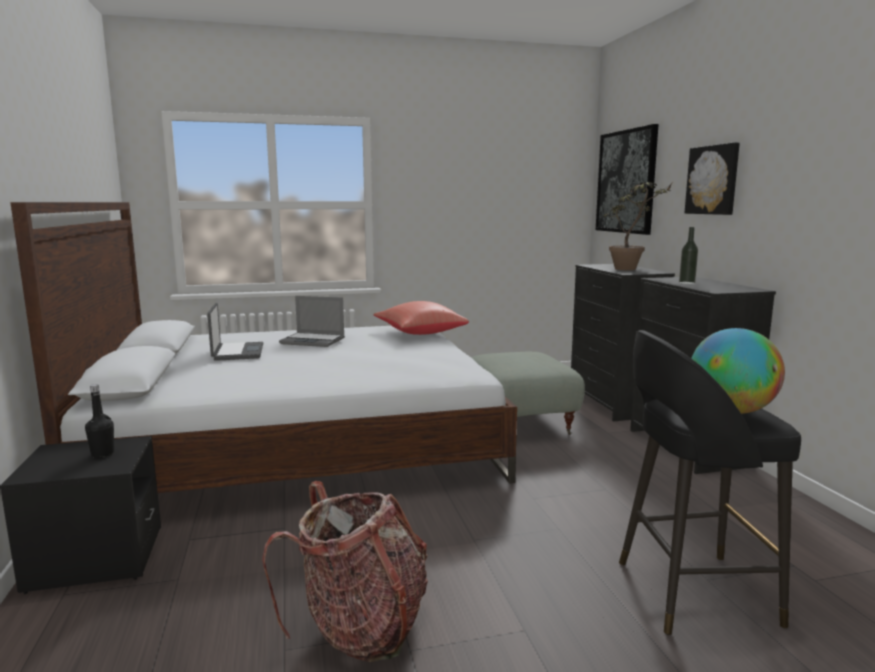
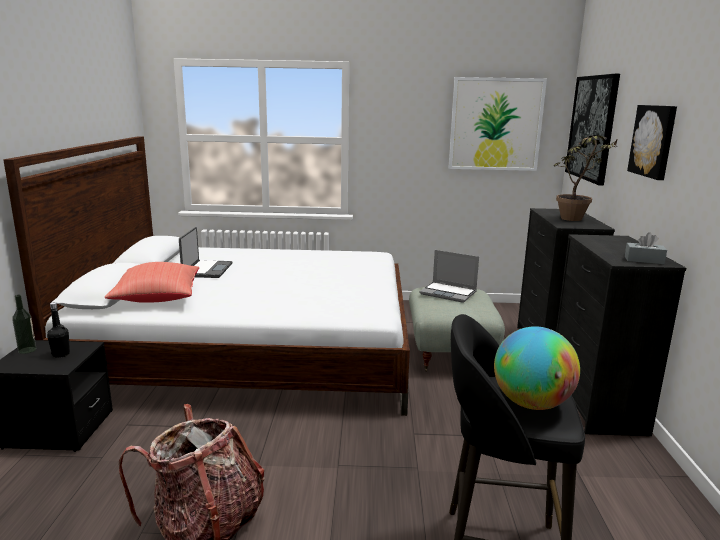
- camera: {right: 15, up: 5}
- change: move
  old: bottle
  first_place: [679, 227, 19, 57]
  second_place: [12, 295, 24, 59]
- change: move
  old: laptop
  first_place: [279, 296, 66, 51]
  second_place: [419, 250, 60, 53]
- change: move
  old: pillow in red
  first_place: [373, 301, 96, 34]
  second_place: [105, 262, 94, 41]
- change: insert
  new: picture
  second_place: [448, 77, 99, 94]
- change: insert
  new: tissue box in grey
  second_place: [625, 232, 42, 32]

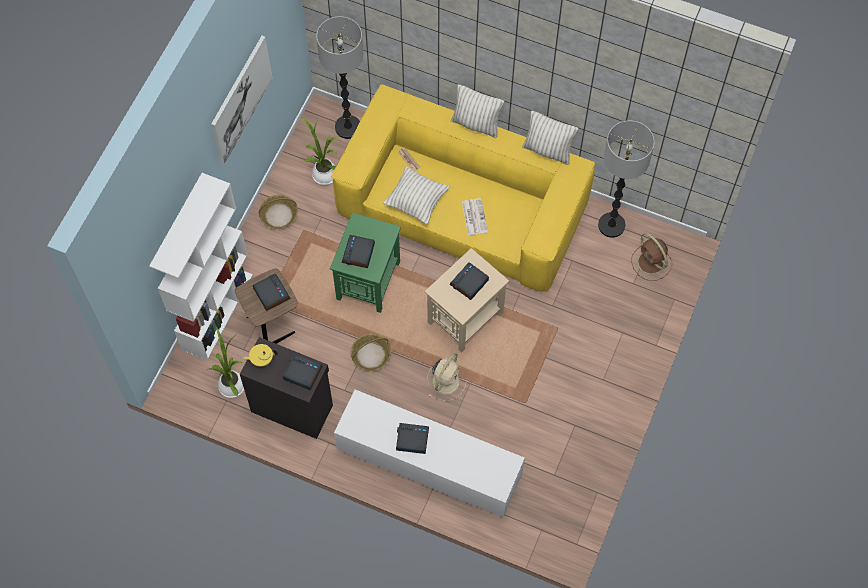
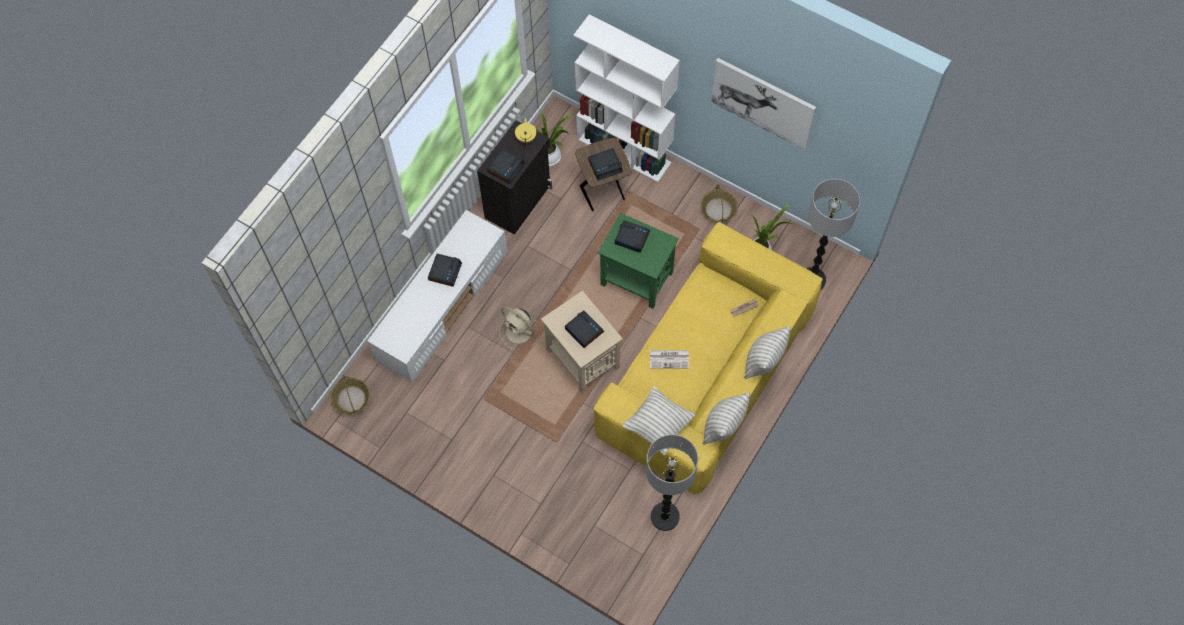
- camera: {right: 100, up: 0}
- change: move
  old: pillow
  first_place: [383, 166, 67, 59]
  second_place: [622, 386, 73, 69]
- change: delete
  old: fan in brown
  first_place: [631, 233, 41, 48]
- change: move
  old: basket
  first_place: [351, 334, 40, 37]
  second_place: [330, 375, 40, 40]

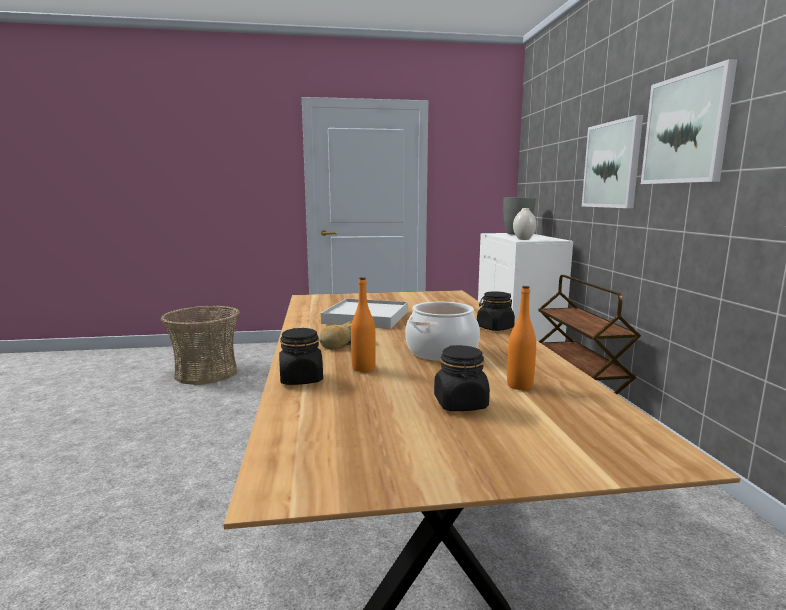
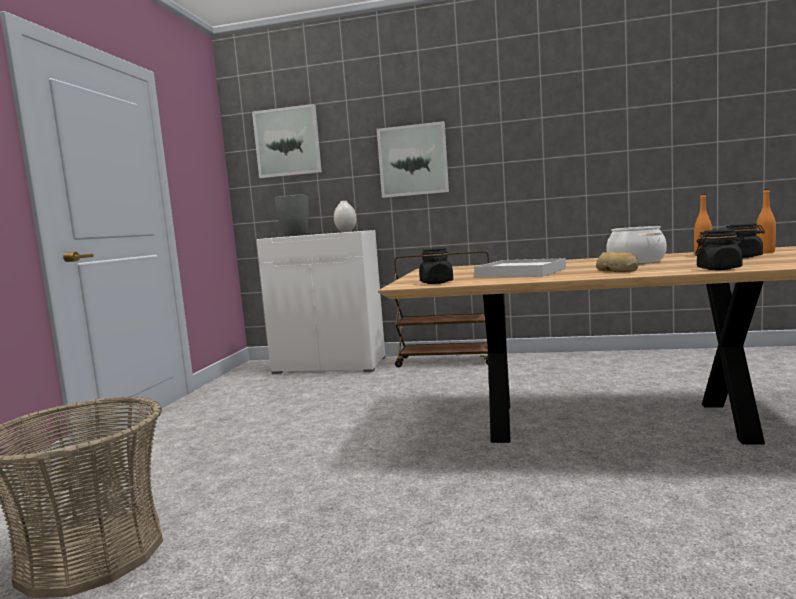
- camera: {right: -70, up: -5}
- change: move
  old: picture
  first_place: [641, 59, 96, 125]
  second_place: [252, 104, 70, 74]
- change: move
  old: bottle in orange
  first_place: [351, 277, 25, 95]
  second_place: [756, 189, 20, 64]
- change: move
  old: jar in black
  first_place: [477, 291, 38, 40]
  second_place: [419, 248, 34, 36]

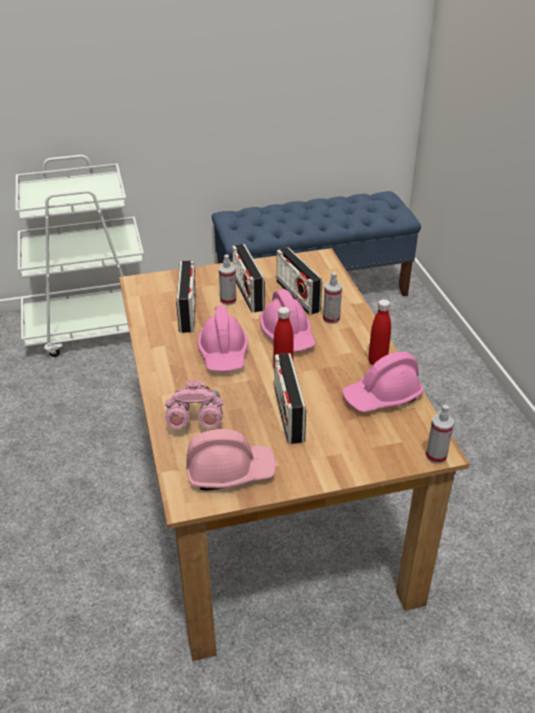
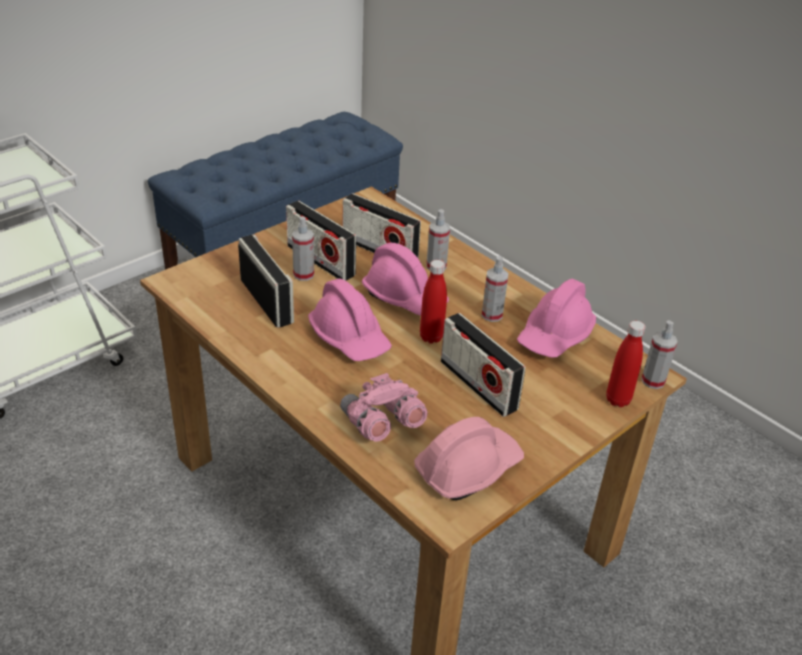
- camera: {right: -30, up: 0}
- change: move
  old: bottle in red
  first_place: [368, 299, 23, 66]
  second_place: [606, 321, 40, 86]
- change: insert
  new: spray bottle
  second_place: [482, 256, 26, 66]

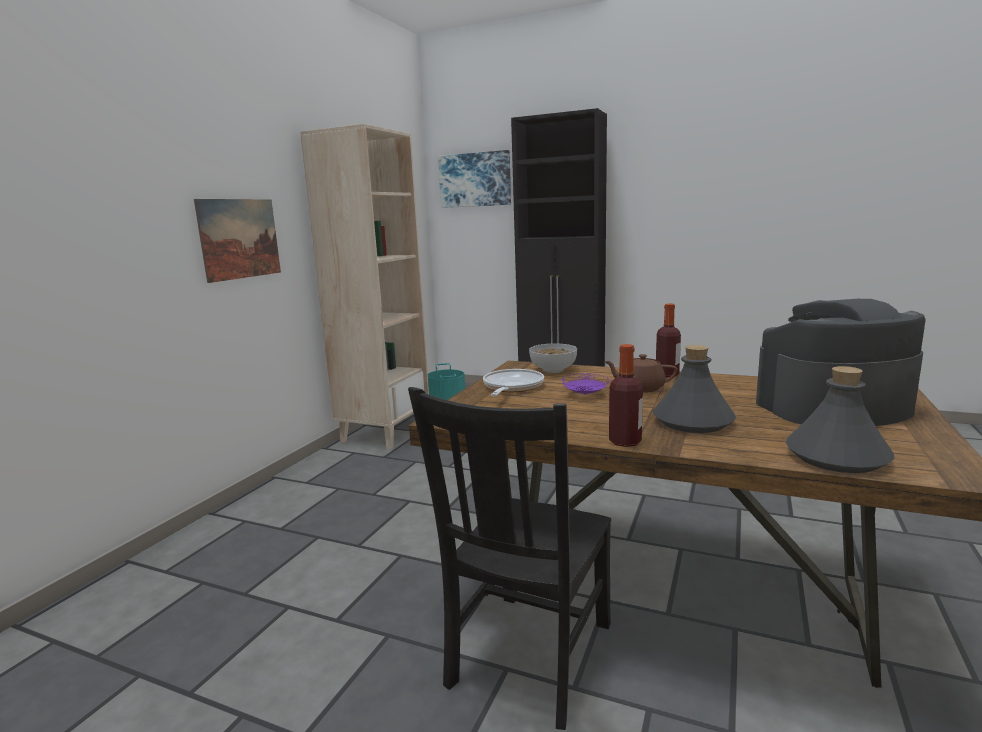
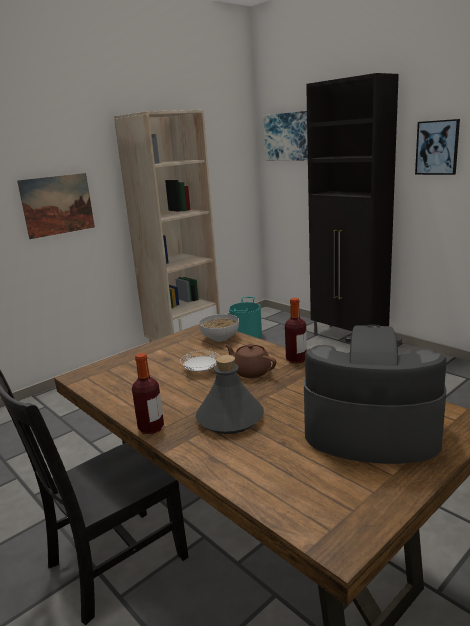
- camera: {right: 25, up: 5}
- change: delete
  old: bottle in grey
  first_place: [786, 366, 108, 107]
- change: delete
  old: frying pan
  first_place: [483, 369, 61, 27]
- change: recolor
  old: plate in purple
  new: plate in white
  first_place: [562, 373, 47, 22]
  second_place: [180, 351, 38, 21]
- change: insert
  new: picture
  second_place: [415, 119, 45, 56]

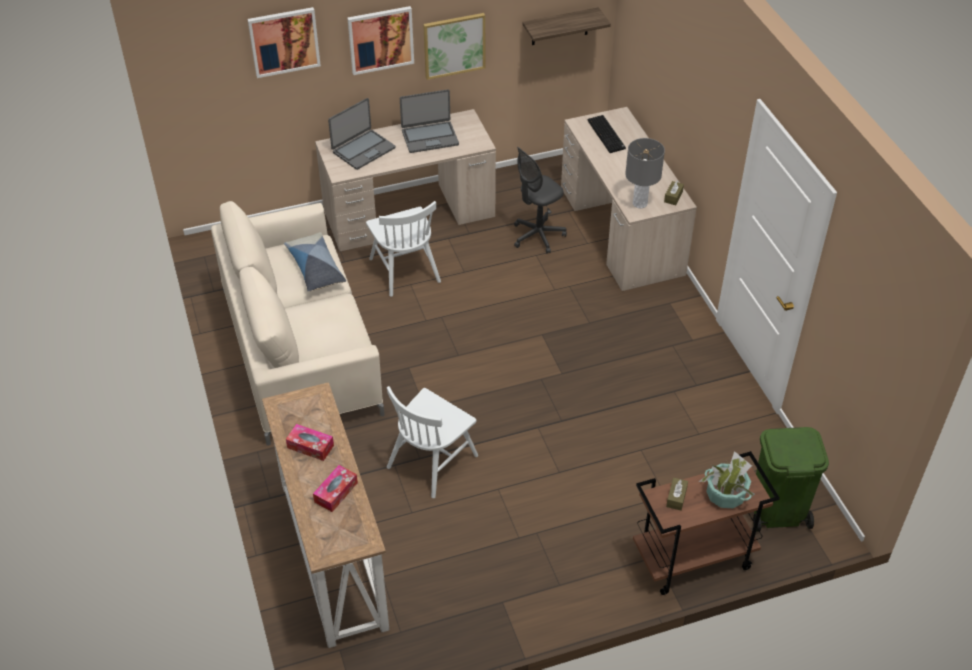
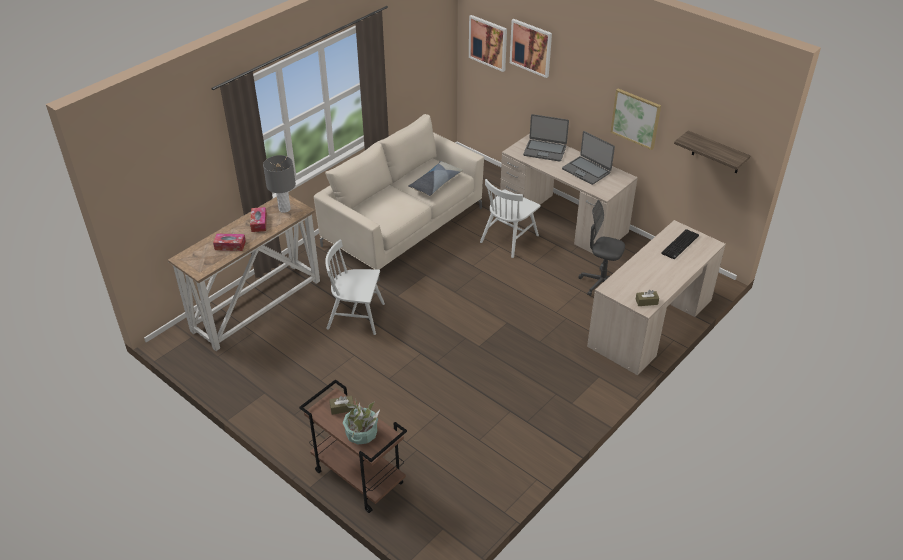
- camera: {right: 60, up: -5}
- change: move
  old: picture
  first_place: [347, 6, 67, 69]
  second_place: [469, 15, 38, 57]
- change: move
  old: table lamp in grey
  first_place: [625, 138, 40, 71]
  second_place: [263, 155, 33, 58]
- change: delete
  old: trash can in green
  first_place: [753, 427, 76, 105]

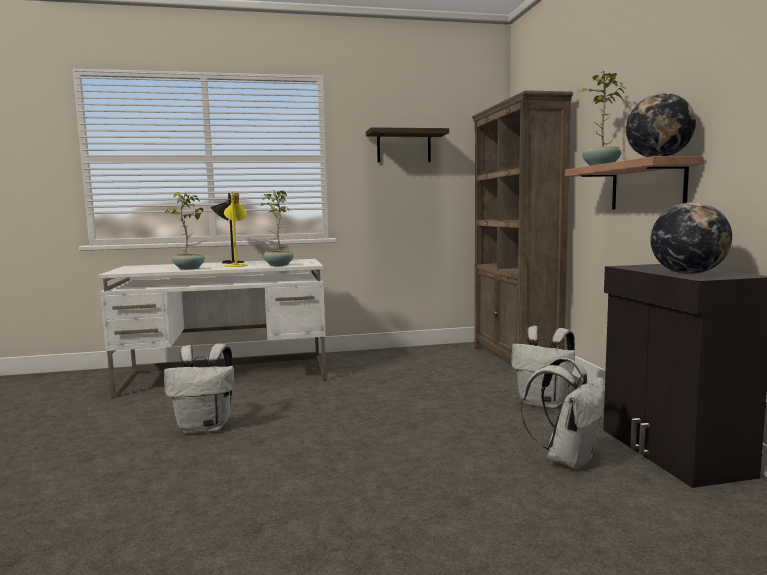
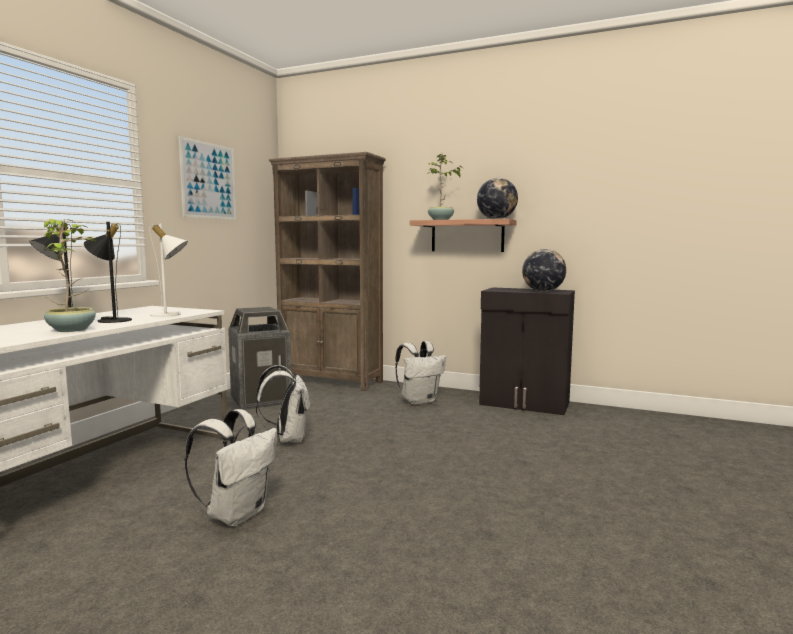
- camera: {right: -55, up: 0}
- change: replace
  old: shelf
  new: picture
  first_place: [366, 127, 83, 35]
  second_place: [179, 136, 57, 84]
- change: replace
  old: potted plant
  new: table lamp in white
  first_place: [260, 190, 34, 76]
  second_place: [149, 223, 39, 94]
- change: recolor
  old: table lamp in yellow
  new: table lamp in black
  first_place: [224, 192, 24, 75]
  second_place: [84, 222, 48, 101]
- change: move
  old: backpack in white
  first_place: [521, 358, 84, 112]
  second_place: [256, 365, 54, 78]
- change: insert
  new: trash can
  second_place: [228, 307, 63, 103]

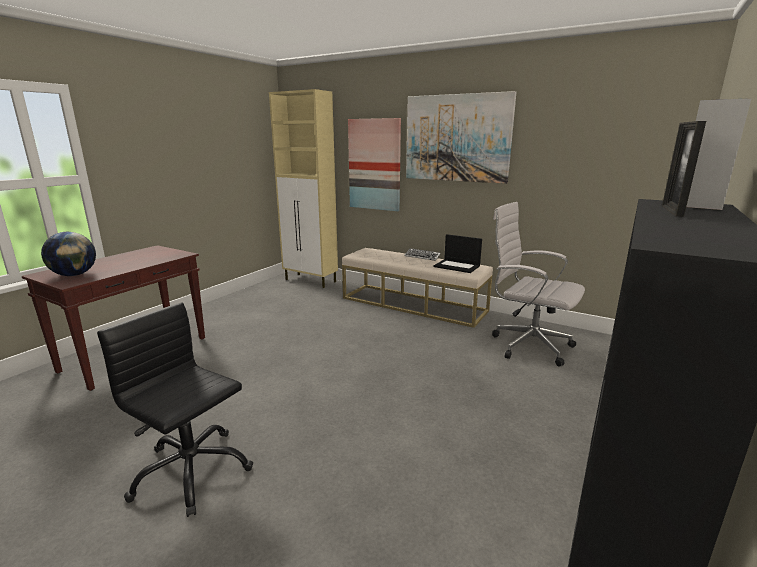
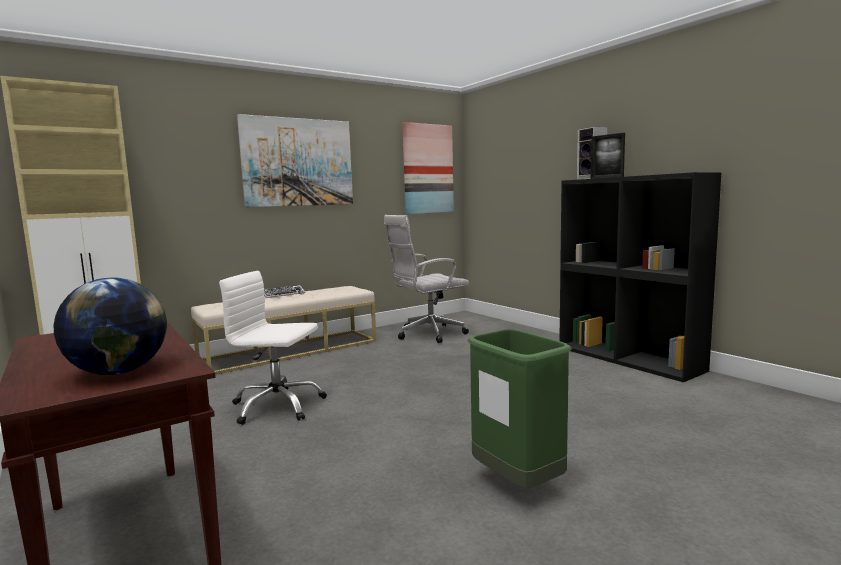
- camera: {right: -65, up: -10}
- change: move
  old: picture
  first_place: [348, 118, 53, 93]
  second_place: [402, 122, 52, 92]
- change: delete
  old: laptop
  first_place: [433, 234, 49, 39]
- change: replace
  old: office chair in black
  new: trash can in green
  first_place: [97, 302, 156, 215]
  second_place: [468, 329, 104, 160]
- change: insert
  new: office chair in white
  second_place: [219, 271, 108, 154]

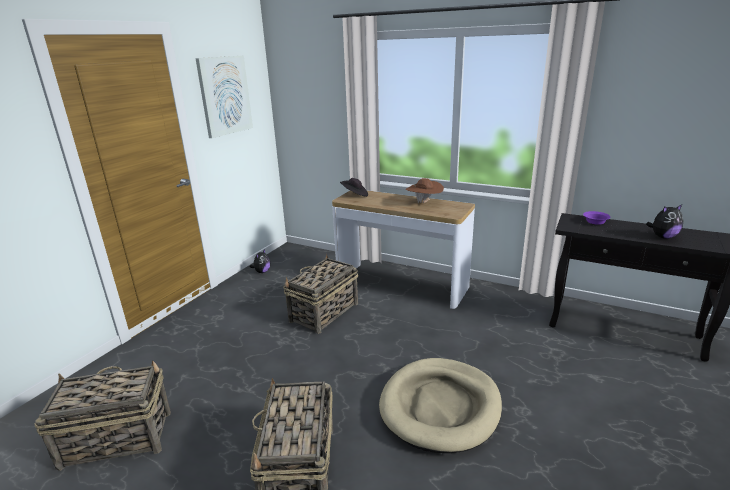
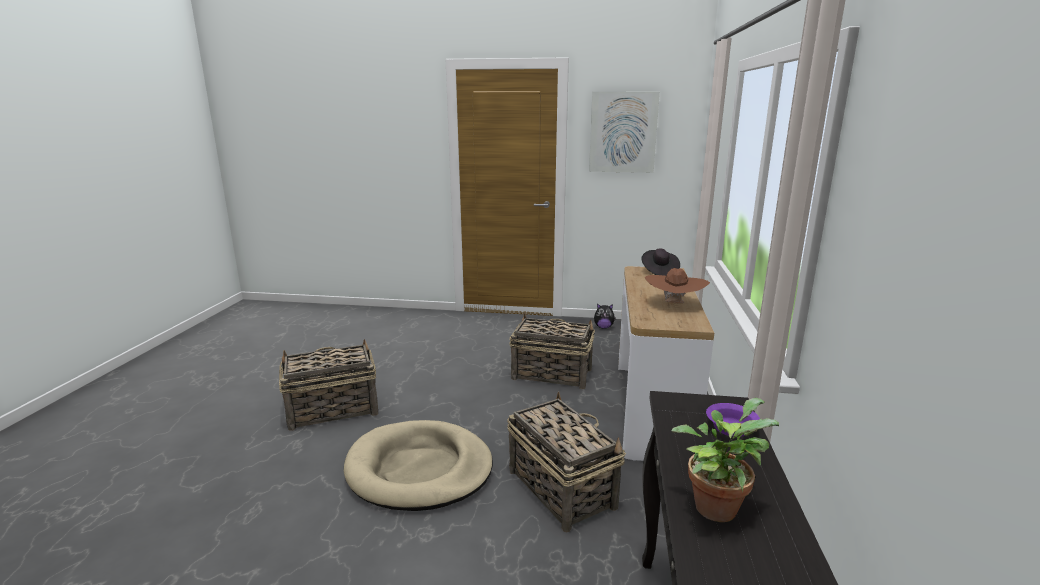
- camera: {right: 70, up: -5}
- change: replace
  old: plush toy
  new: potted plant
  first_place: [646, 204, 37, 35]
  second_place: [672, 398, 107, 124]
- change: move
  old: basket
  first_place: [34, 360, 137, 111]
  second_place: [507, 392, 119, 140]

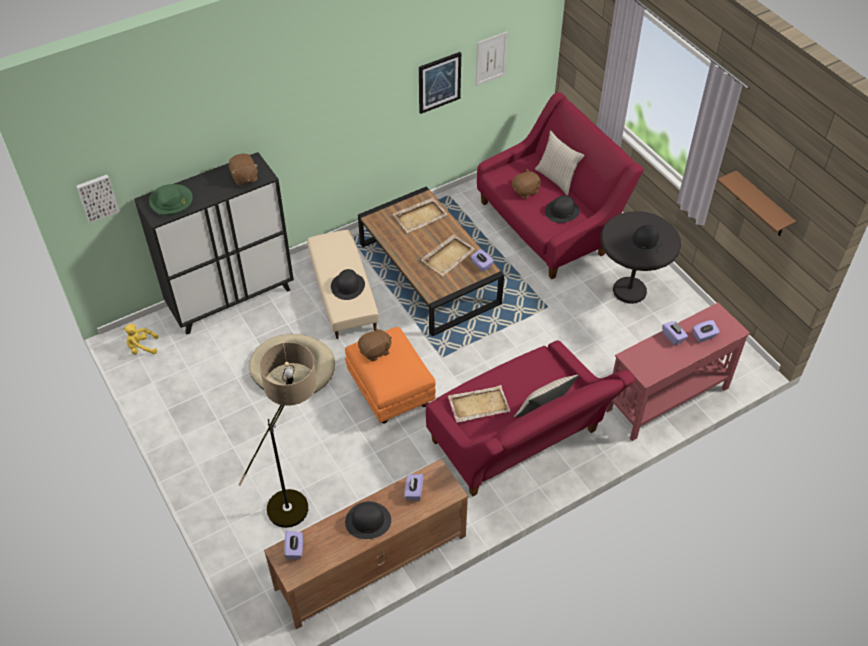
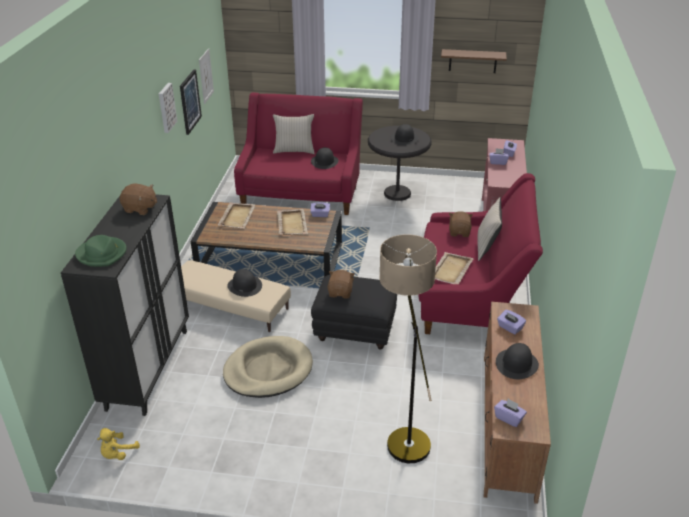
- camera: {right: -50, up: -15}
- change: move
  old: plush toy in brown
  first_place: [512, 169, 29, 30]
  second_place: [449, 211, 24, 26]
- change: move
  old: picture
  first_place: [76, 175, 44, 48]
  second_place: [159, 83, 18, 50]
- change: recolor
  old: ottoman in orange
  new: ottoman in black
  first_place: [345, 327, 91, 97]
  second_place: [311, 275, 86, 75]

